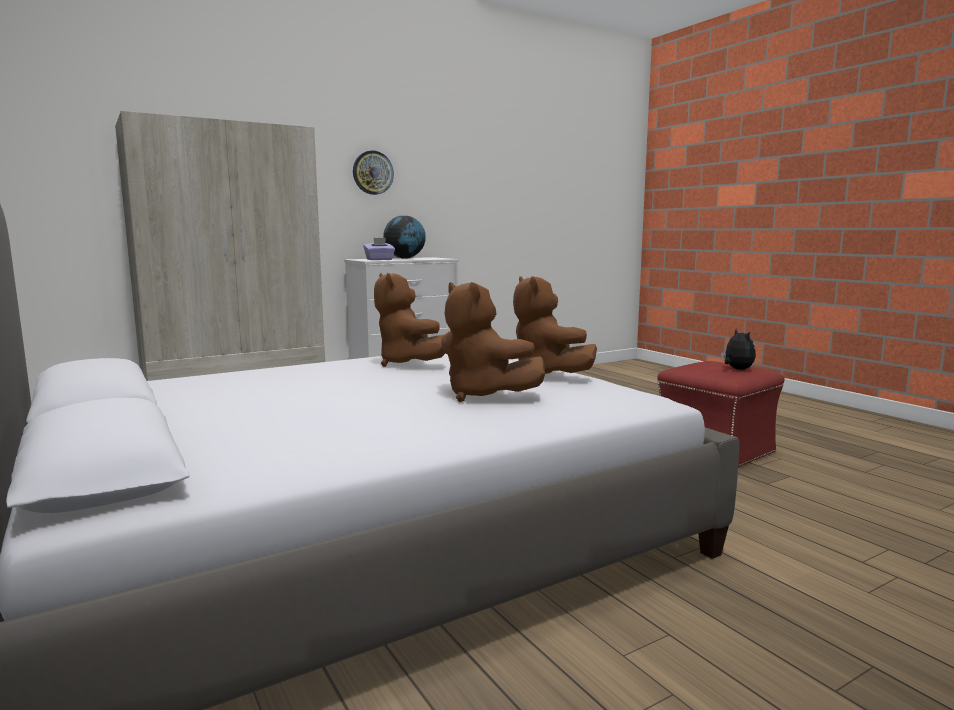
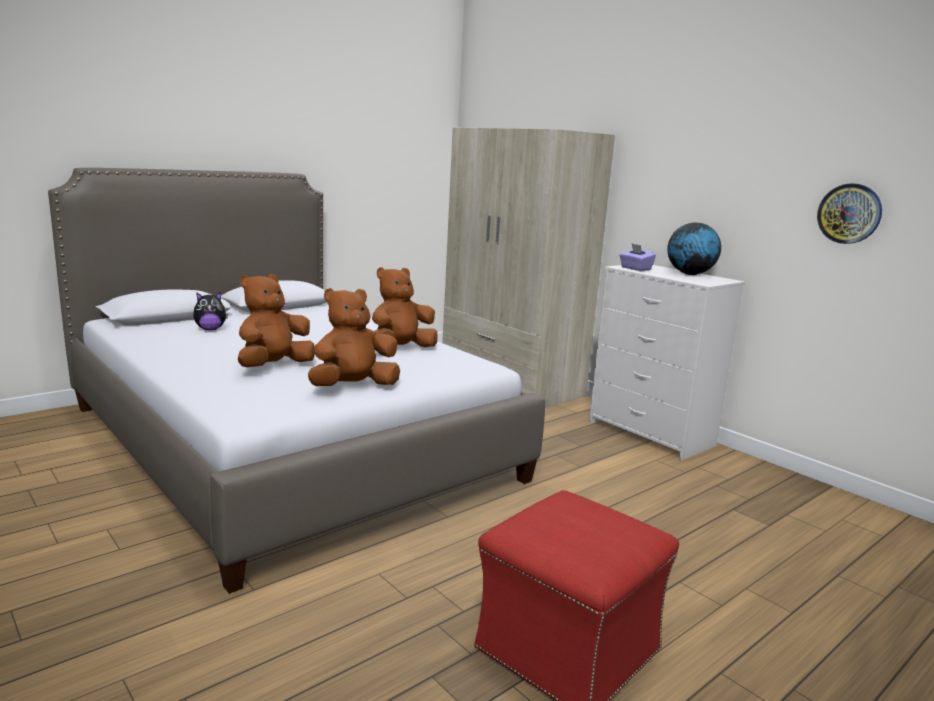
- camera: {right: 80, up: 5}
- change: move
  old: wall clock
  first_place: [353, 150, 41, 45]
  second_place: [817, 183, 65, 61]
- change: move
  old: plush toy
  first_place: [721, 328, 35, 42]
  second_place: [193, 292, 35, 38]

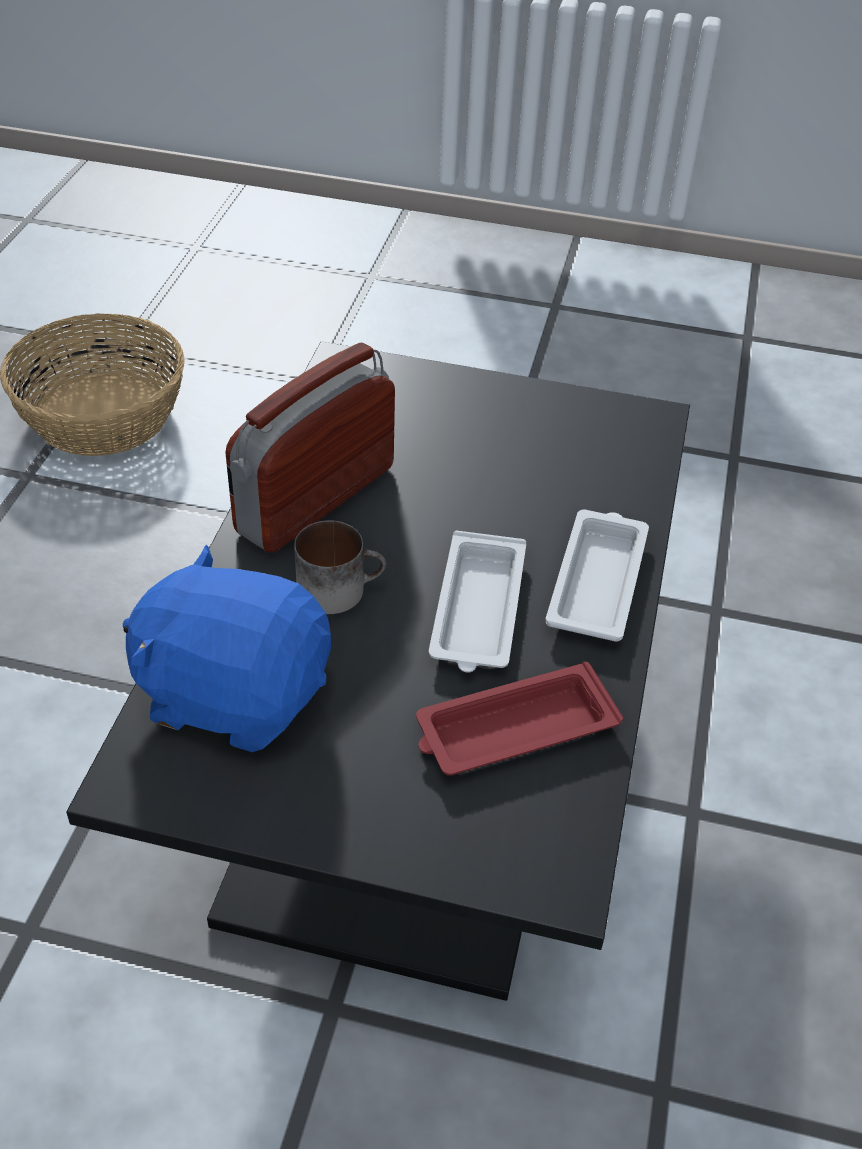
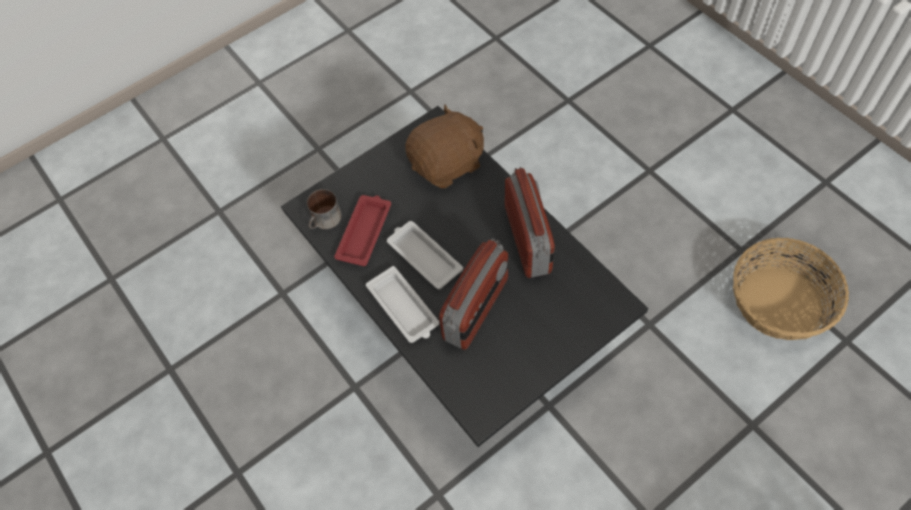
- camera: {right: 135, up: 15}
- change: move
  old: mug
  first_place: [294, 520, 92, 94]
  second_place: [307, 189, 34, 40]
- change: recolor
  old: plush toy in blue
  new: plush toy in brown
  first_place: [123, 545, 208, 207]
  second_place: [405, 104, 79, 84]
- change: insert
  new: radio
  second_place: [439, 238, 69, 112]

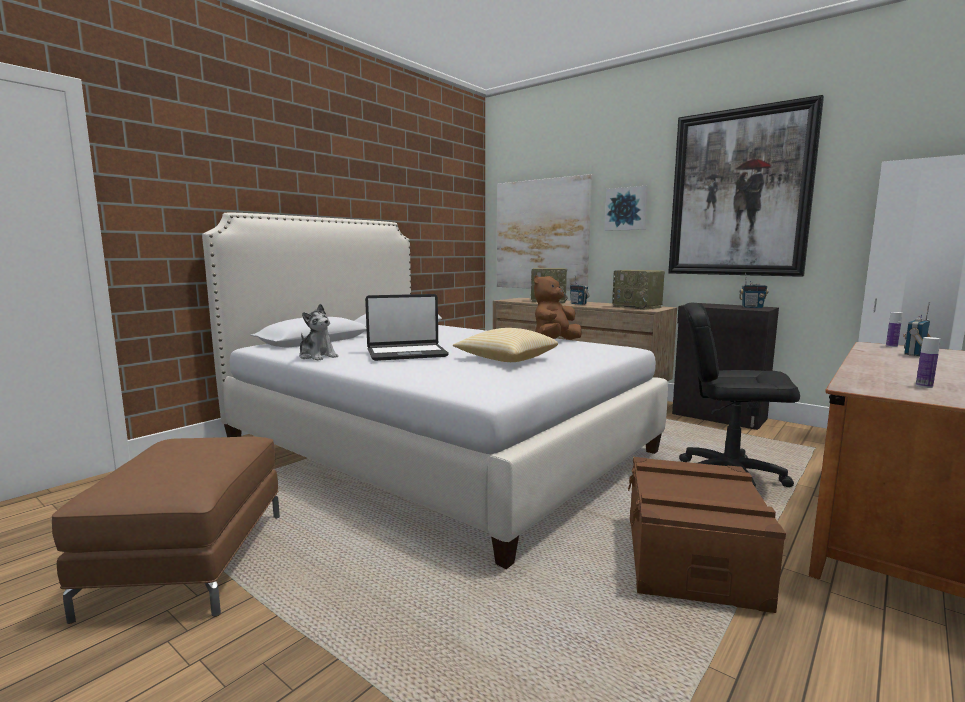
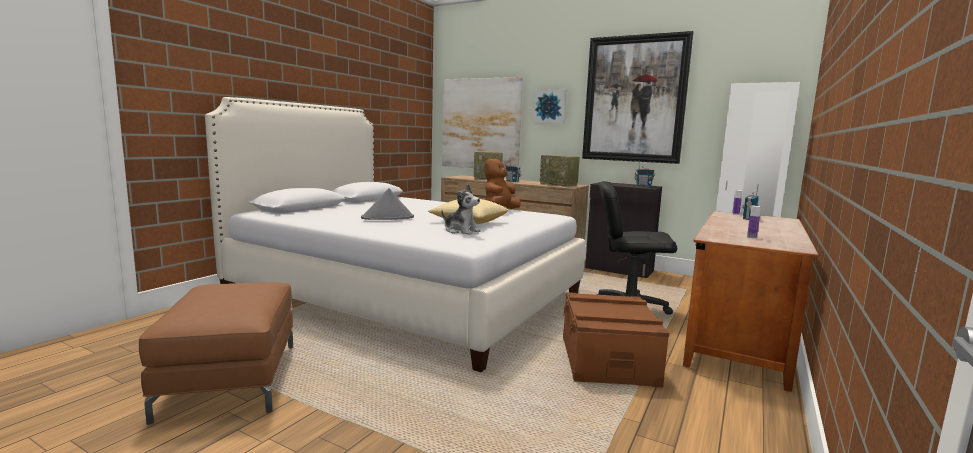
- camera: {right: -10, up: 0}
- change: replace
  old: laptop
  new: hat in grey
  first_place: [365, 294, 84, 67]
  second_place: [361, 188, 53, 32]
- change: move
  old: plush toy
  first_place: [299, 304, 39, 56]
  second_place: [441, 184, 40, 51]

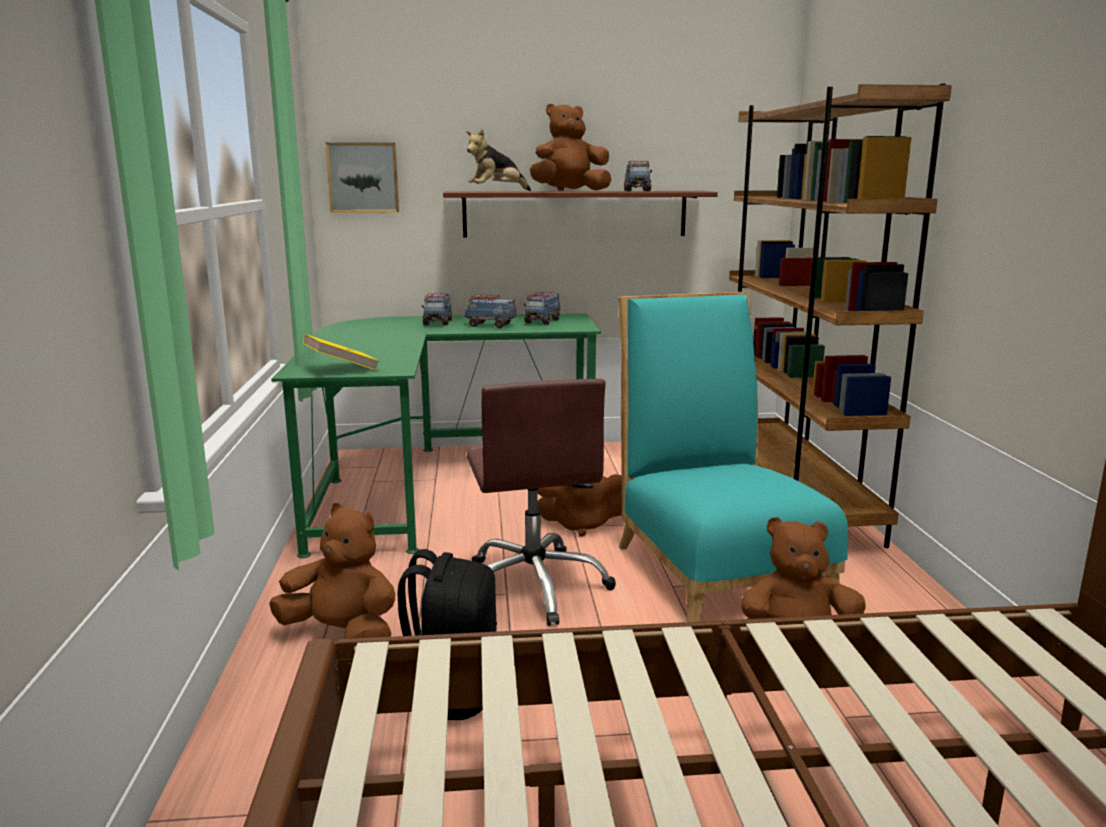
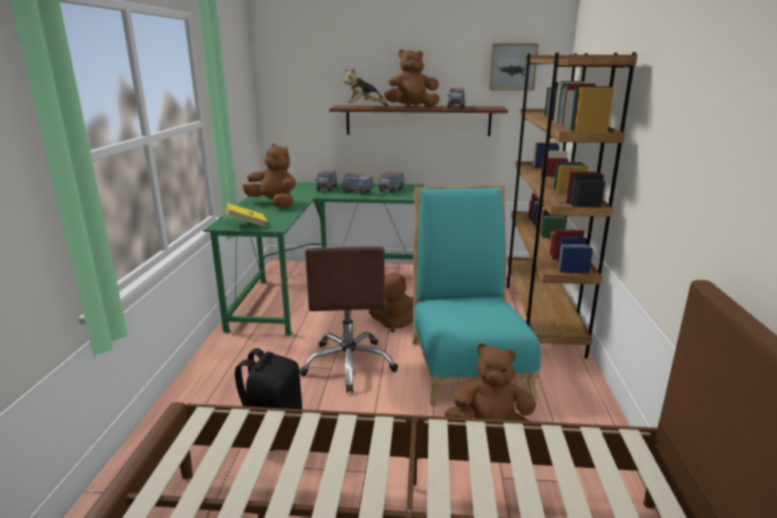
- camera: {right: 10, up: 5}
- change: move
  old: picture
  first_place: [325, 142, 74, 71]
  second_place: [489, 43, 50, 48]
- change: move
  old: plush toy in brown
  first_place: [269, 503, 126, 136]
  second_place: [243, 144, 53, 63]

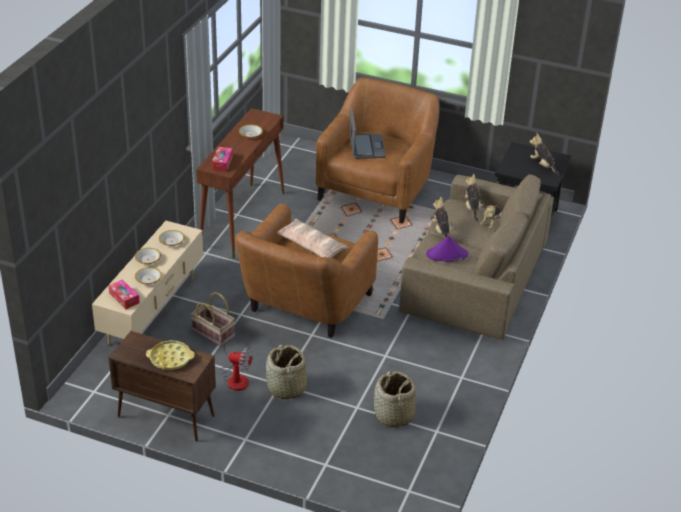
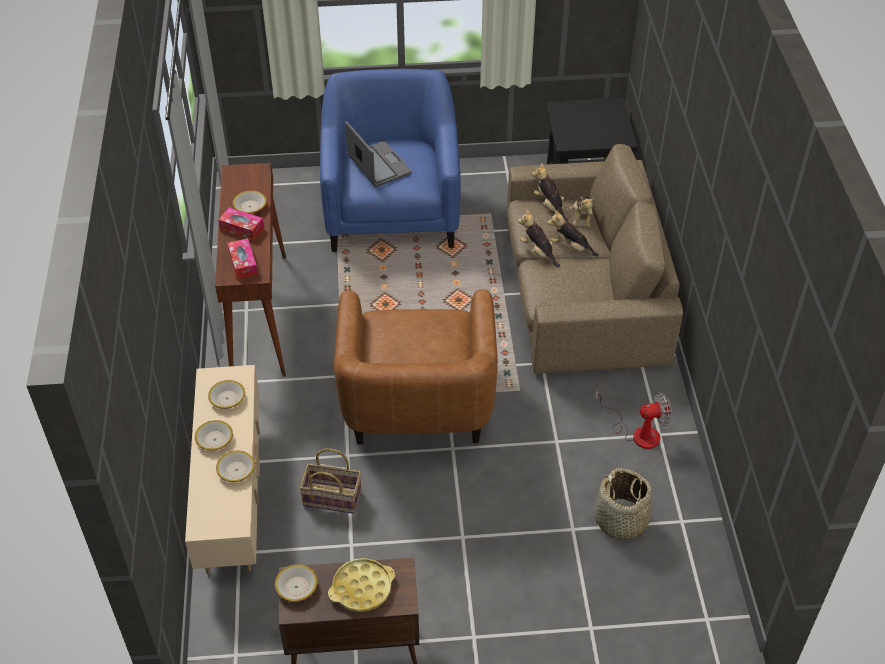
- camera: {right: -25, up: 10}
- change: recolor
  old: armchair in brown
  new: armchair in blue
  first_place: [316, 77, 124, 146]
  second_place: [320, 69, 141, 183]
- change: move
  old: plush toy
  first_place: [530, 133, 30, 42]
  second_place: [547, 210, 52, 47]
- change: delete
  old: pillow
  first_place: [277, 219, 71, 38]
- change: delete
  old: hat in purple
  first_place: [426, 236, 42, 26]
- change: move
  old: tissue box
  first_place: [109, 280, 31, 29]
  second_place: [218, 207, 46, 34]
- change: move
  old: fan
  first_place: [219, 336, 34, 55]
  second_place: [595, 389, 77, 60]
- change: delete
  old: basket
  first_place: [266, 345, 41, 55]
- change: insert
  new: bowl
  second_place: [275, 564, 42, 38]

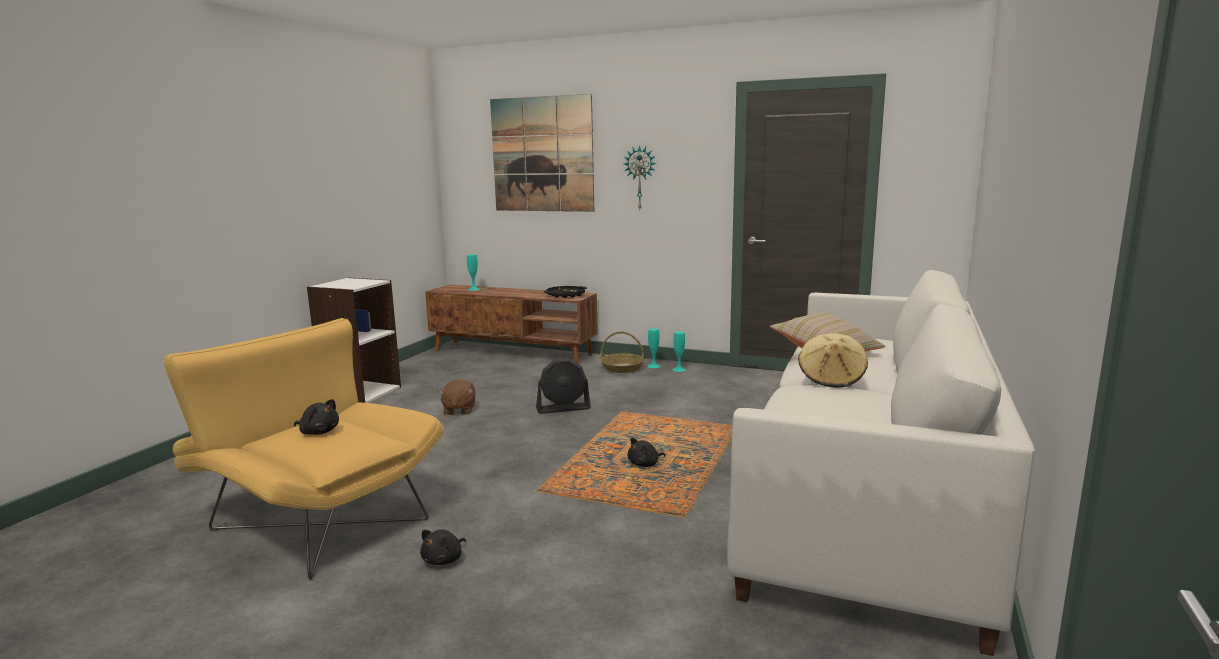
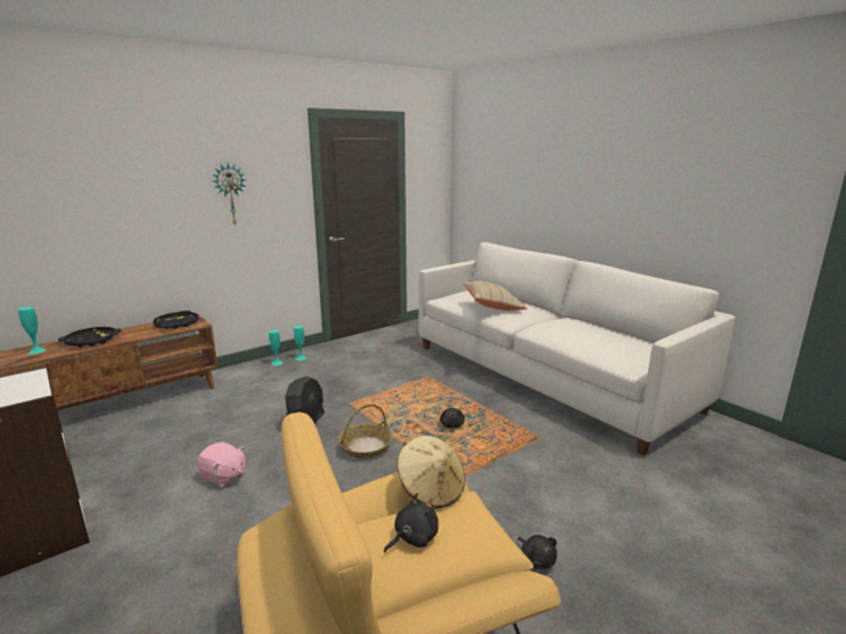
- camera: {right: -60, up: 5}
- change: delete
  old: picture
  first_place: [490, 94, 104, 118]
- change: move
  old: basket
  first_place: [600, 331, 45, 42]
  second_place: [338, 404, 55, 55]
- change: move
  old: hat in beige
  first_place: [798, 333, 70, 55]
  second_place: [397, 435, 68, 74]
- change: recolor
  old: plush toy in brown
  new: plush toy in pink
  first_place: [438, 379, 38, 36]
  second_place: [196, 442, 49, 46]
- change: insert
  new: tray in black
  second_place: [58, 327, 63, 20]

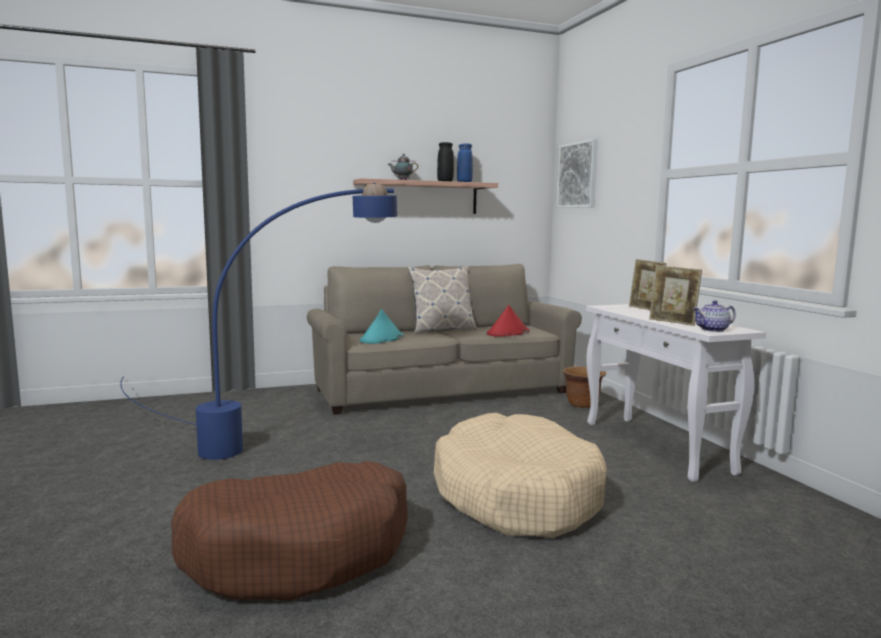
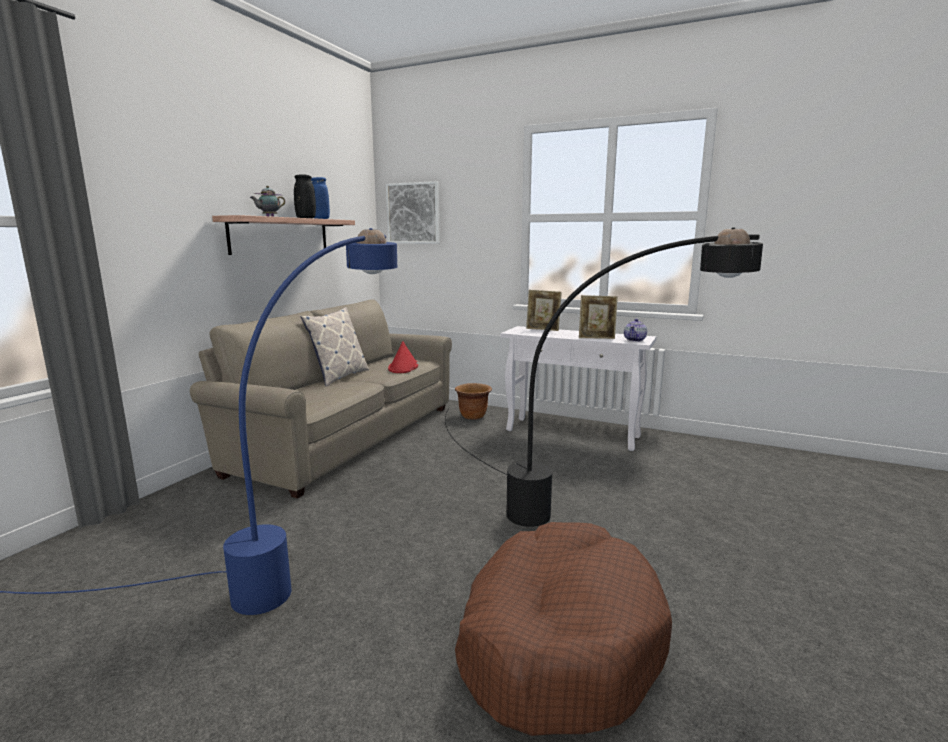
- camera: {right: -45, up: 5}
- change: delete
  old: hat in turquoise
  first_place: [360, 309, 44, 35]
- change: replace
  old: dog bed in beige
  new: floor lamp in black
  first_place: [434, 413, 173, 125]
  second_place: [445, 227, 318, 300]

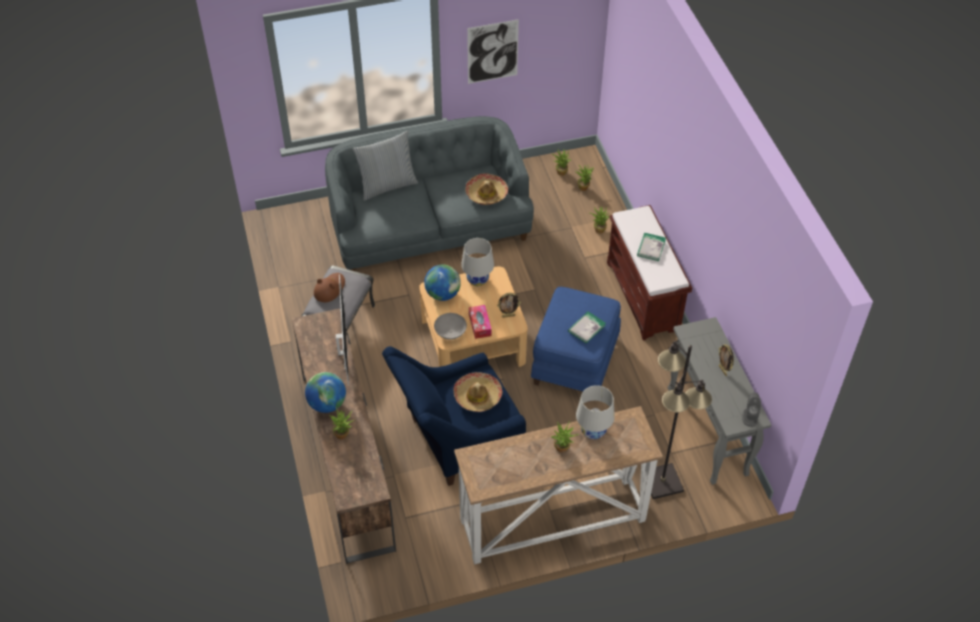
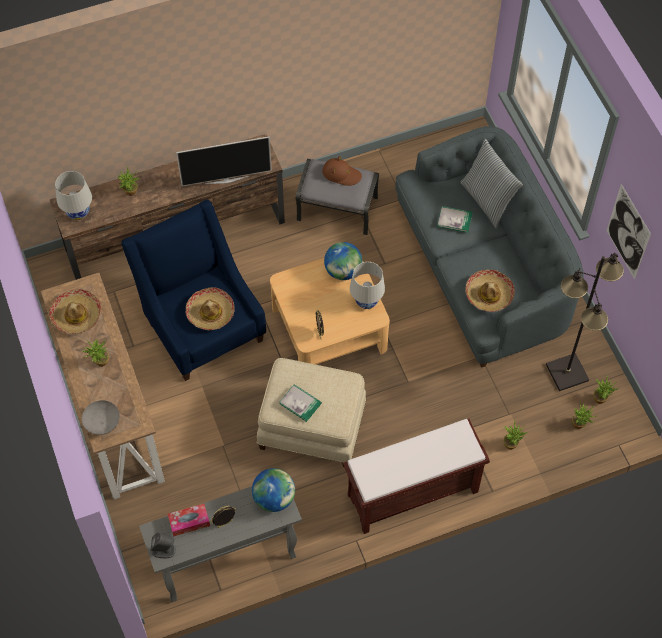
- camera: {right: 85, up: 10}
- change: move
  old: book
  first_place: [637, 233, 29, 28]
  second_place: [437, 206, 36, 27]
- change: recolor
  old: ottoman in blue
  new: ottoman in beige
  first_place: [531, 287, 90, 104]
  second_place: [257, 358, 109, 109]
- change: move
  old: tissue box
  first_place: [469, 305, 23, 34]
  second_place: [168, 504, 42, 33]
- change: move
  old: bowl in grey
  first_place: [434, 313, 33, 27]
  second_place: [82, 400, 38, 35]
- change: move
  old: floor lamp in black
  first_place: [651, 340, 61, 159]
  second_place: [546, 253, 78, 138]
- change: move
  old: globe
  first_place: [305, 372, 41, 41]
  second_place: [252, 468, 43, 44]
- change: move
  old: table lamp in white
  first_place: [576, 385, 39, 54]
  second_place: [55, 171, 37, 49]
- change: insert
  new: hat
  second_place: [49, 289, 52, 45]

